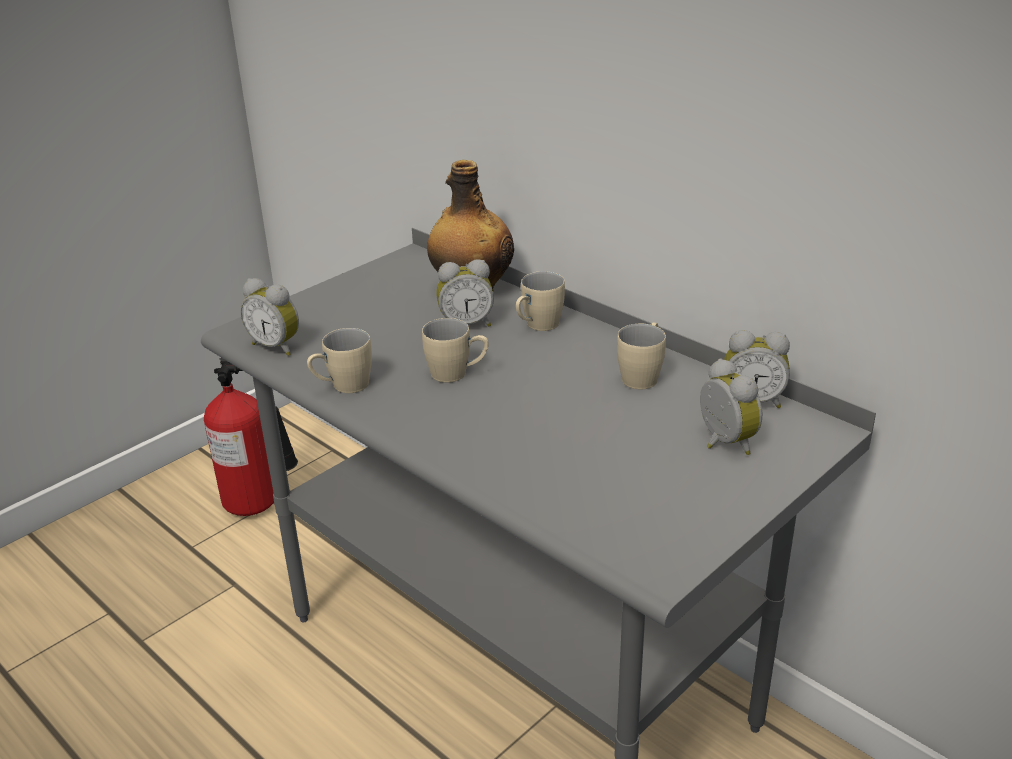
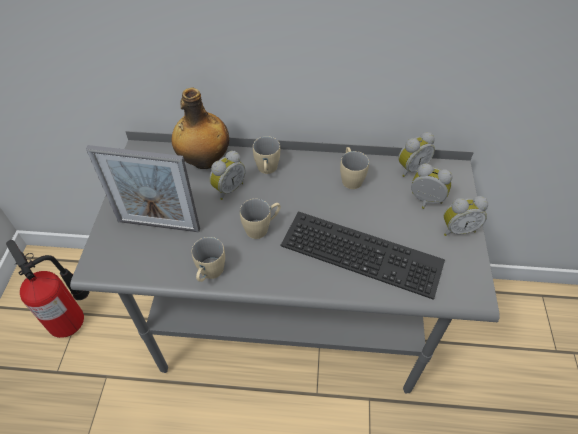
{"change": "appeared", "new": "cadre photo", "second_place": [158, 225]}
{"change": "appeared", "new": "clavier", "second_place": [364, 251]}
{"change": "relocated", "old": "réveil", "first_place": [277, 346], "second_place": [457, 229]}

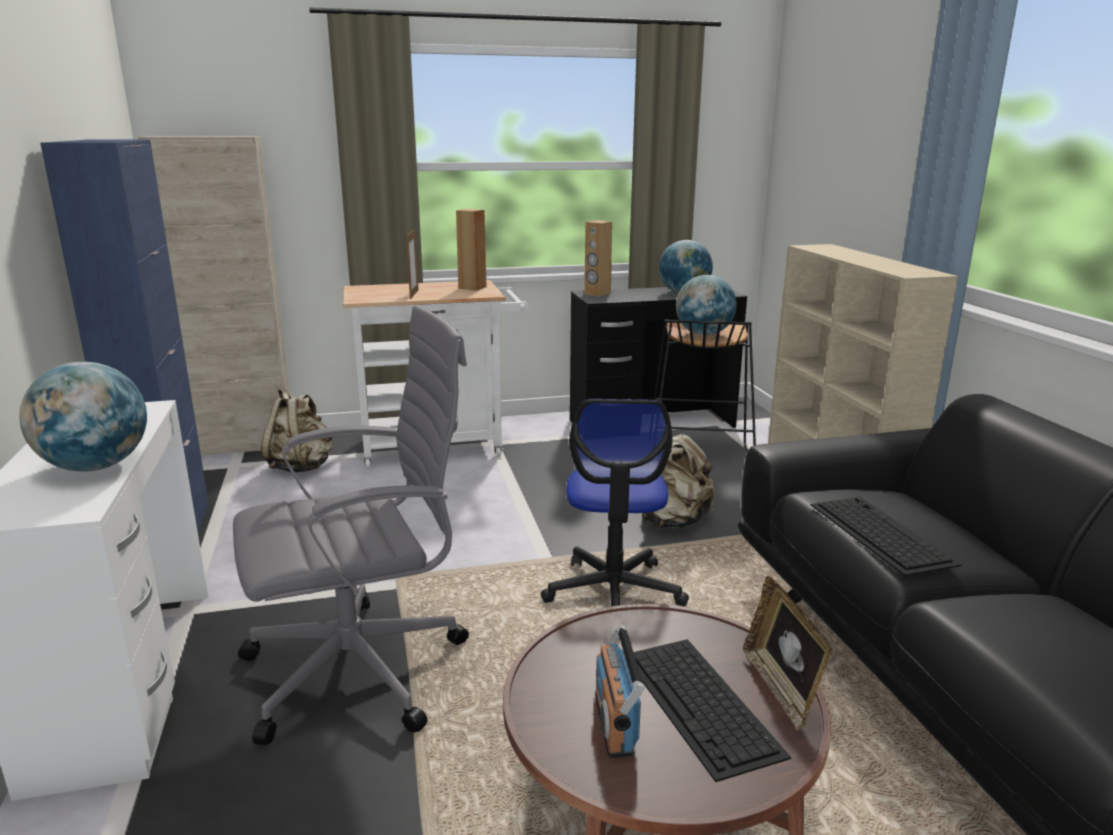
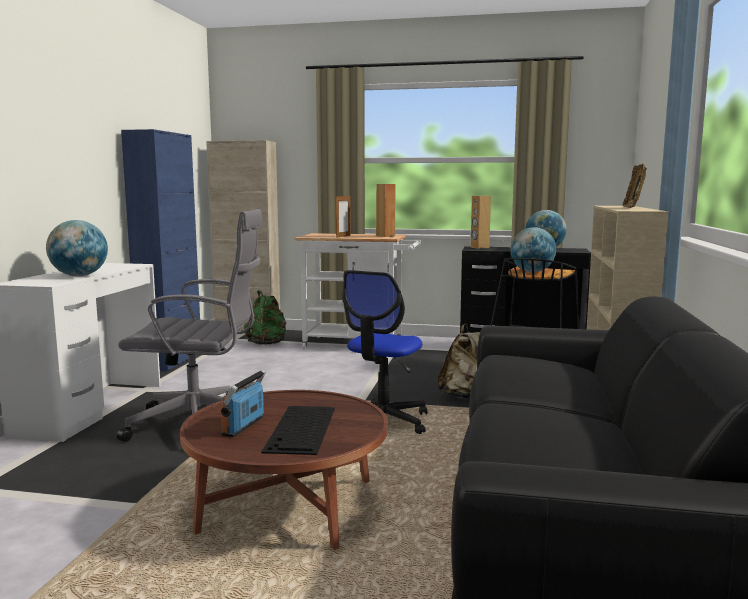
{"change": "missing", "old": "clavier", "first_place": [878, 532]}
{"change": "relocated", "old": "cadre photo", "first_place": [781, 688], "second_place": [633, 207]}
{"change": "colour", "old": "sac à dos (beige)", "new": "sac à dos (vert)", "first_place": [302, 467], "second_place": [268, 344]}

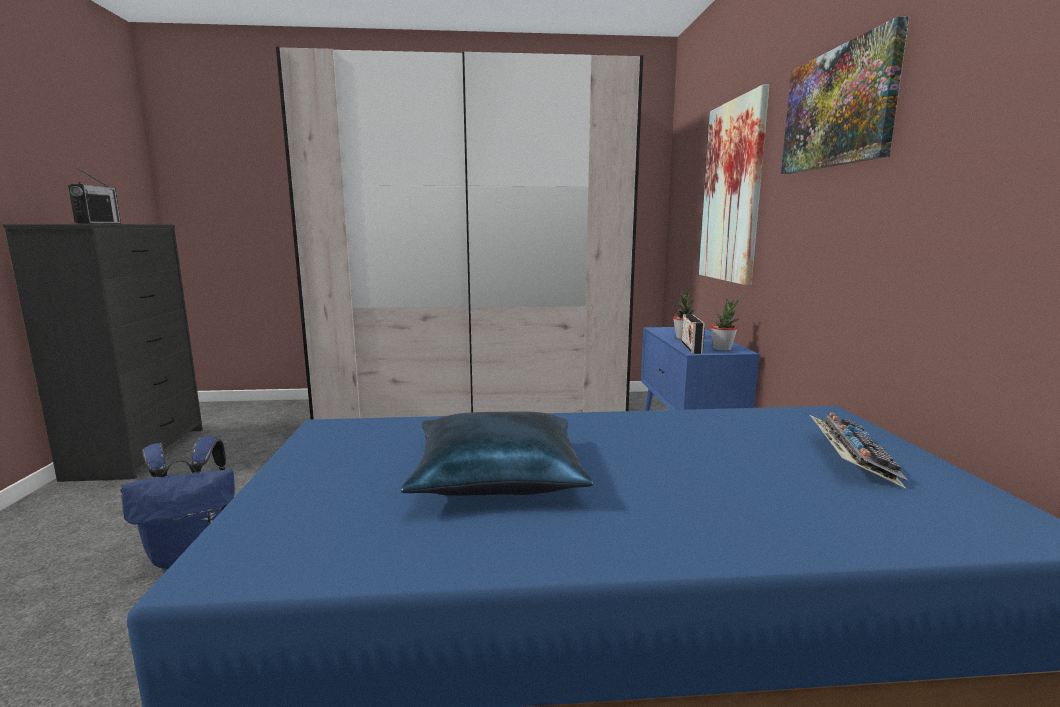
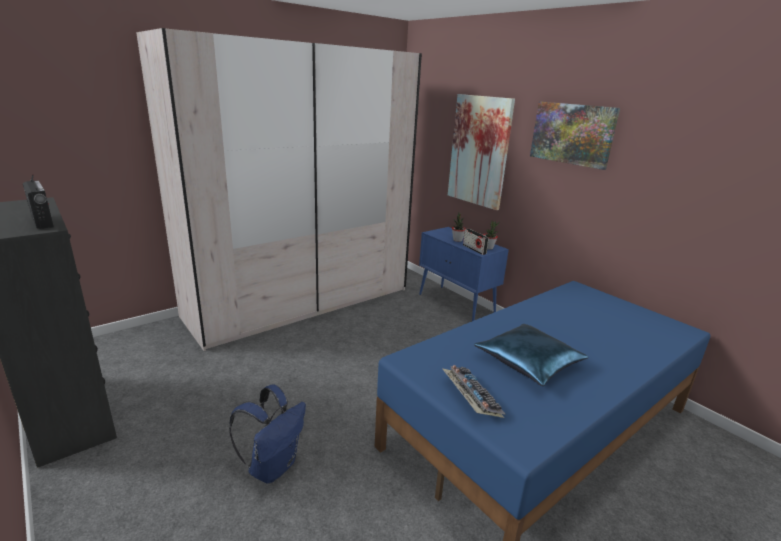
{"change": "relocated", "old": "clavier", "first_place": [849, 457], "second_place": [470, 396]}

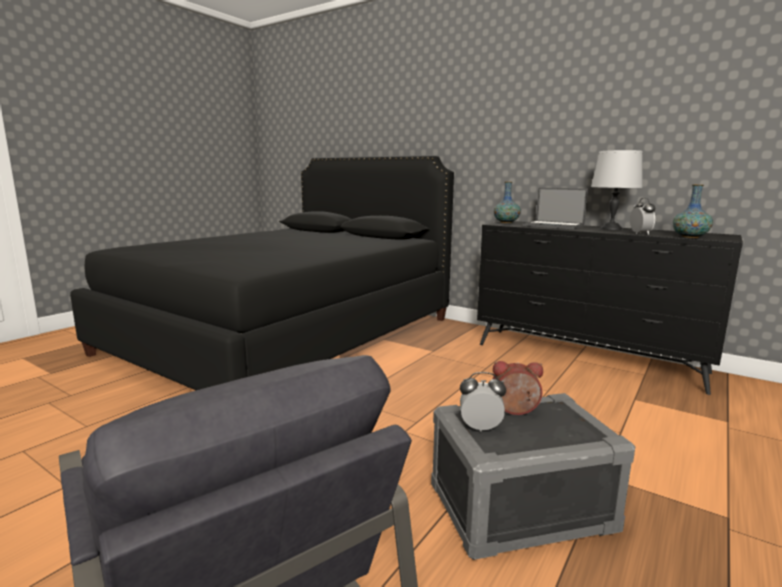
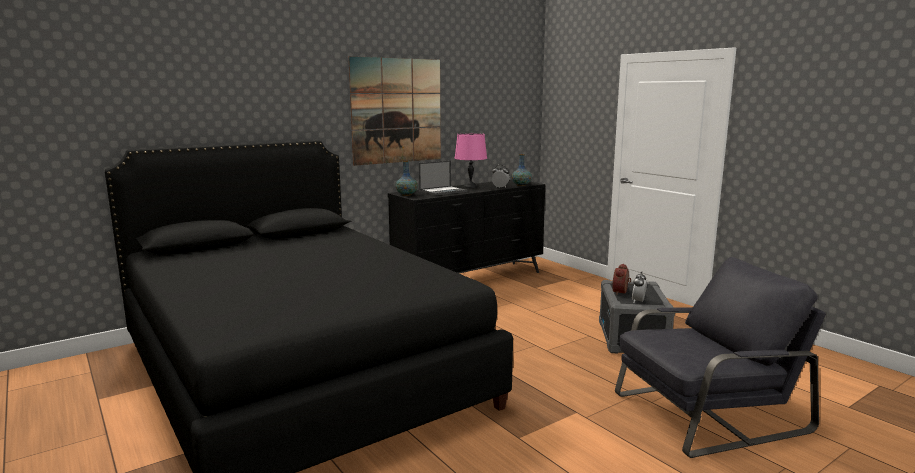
{"change": "appeared", "new": "tableau", "second_place": [397, 111]}
{"change": "colour", "old": "lampe de table (gris)", "new": "lampe de table (rose)", "first_place": [611, 228], "second_place": [470, 187]}

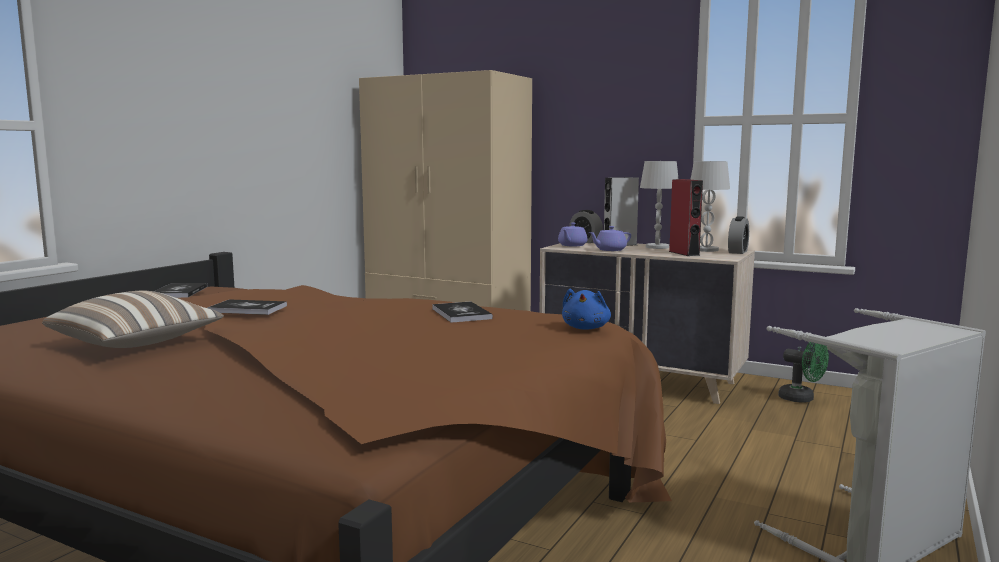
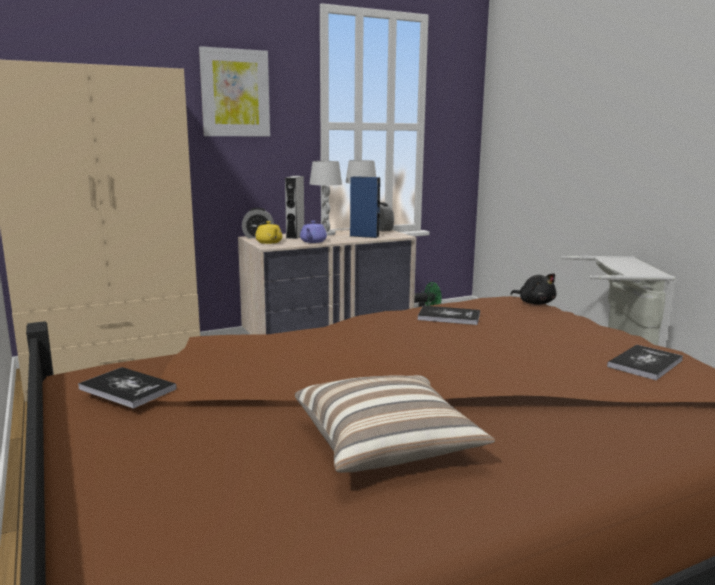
{"change": "appeared", "new": "tableau", "second_place": [235, 93]}
{"change": "relocated", "old": "livre", "first_place": [248, 309], "second_place": [645, 363]}
{"change": "colour", "old": "théière (violet)", "new": "théière (jaune)", "first_place": [572, 245], "second_place": [269, 242]}
{"change": "colour", "old": "peluche (bleu)", "new": "peluche (noir)", "first_place": [586, 328], "second_place": [535, 303]}
{"change": "colour", "old": "enceinte (rouge)", "new": "enceinte (bleu)", "first_place": [684, 253], "second_place": [364, 236]}

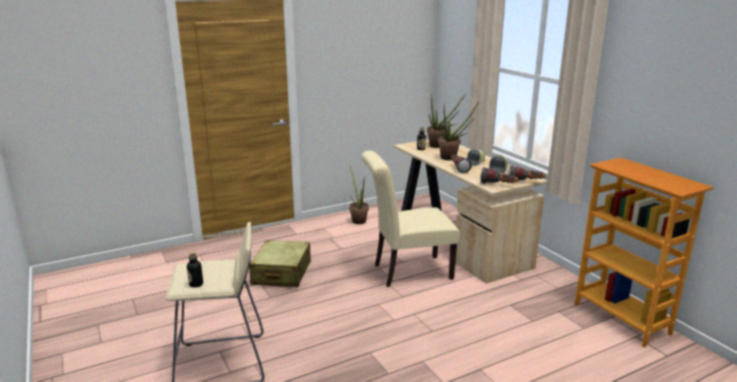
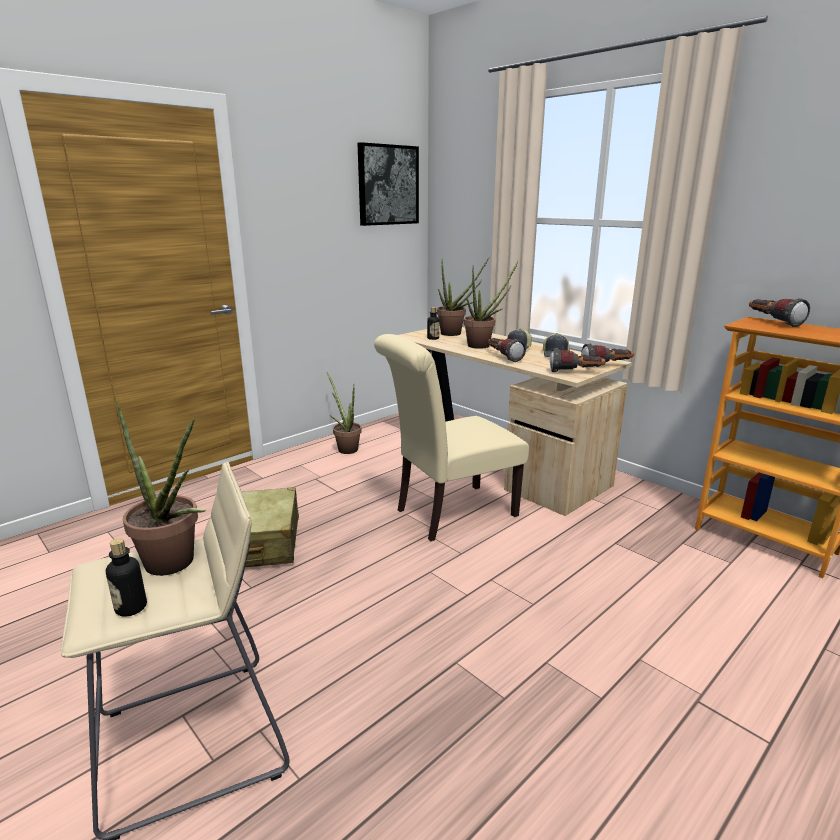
{"change": "appeared", "new": "plante en pot", "second_place": [175, 566]}
{"change": "appeared", "new": "tableau", "second_place": [388, 185]}
{"change": "appeared", "new": "lampe de poche", "second_place": [772, 322]}

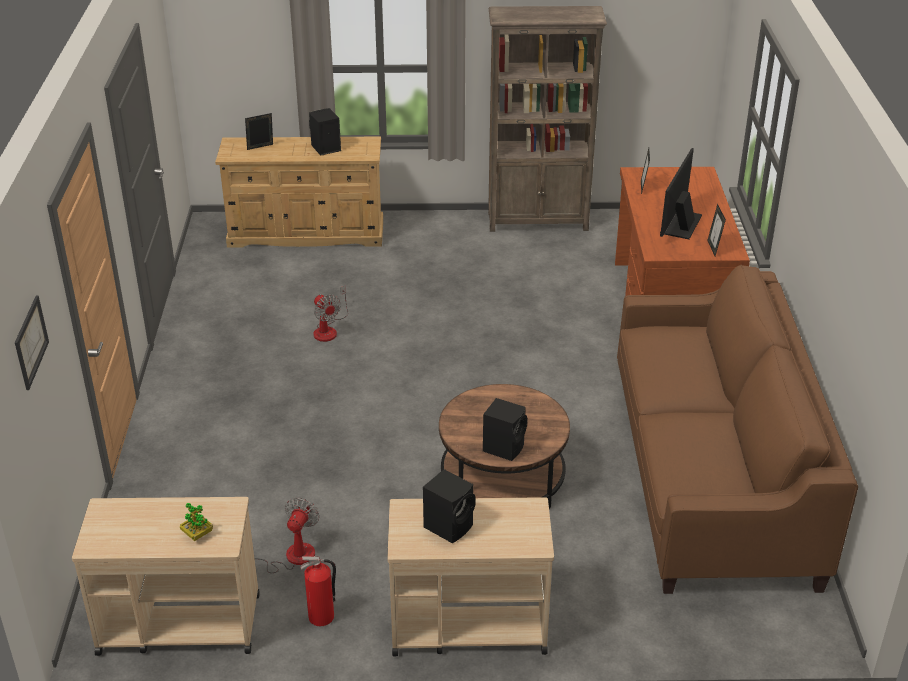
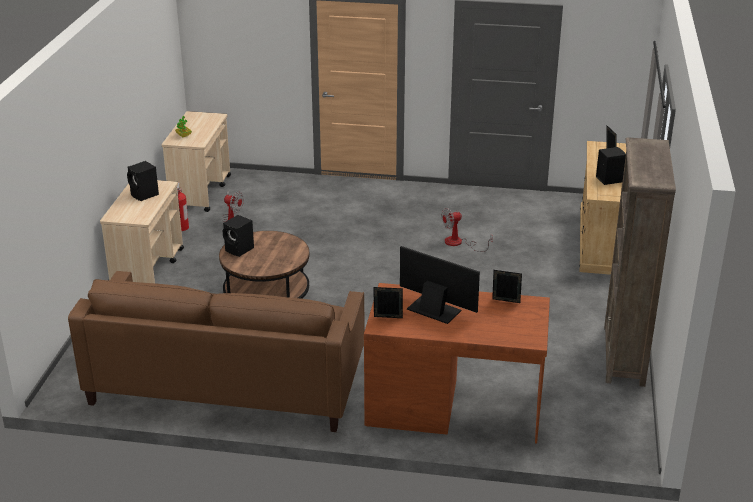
{"change": "missing", "old": "tableau", "first_place": [30, 342]}

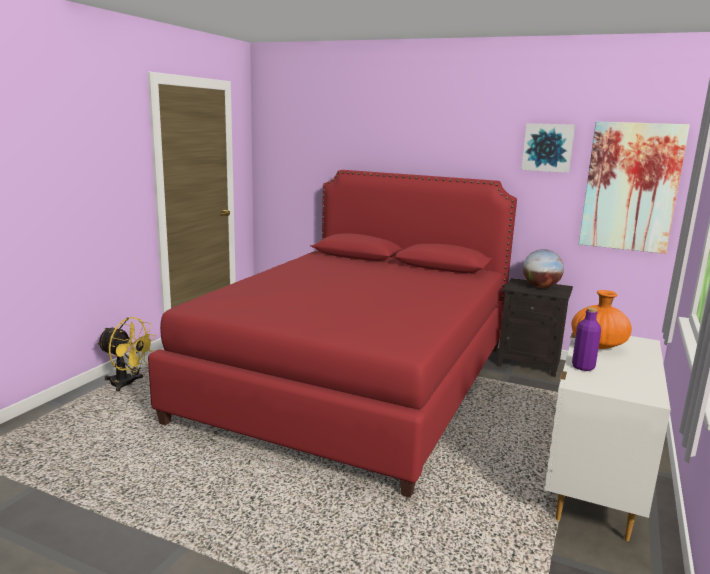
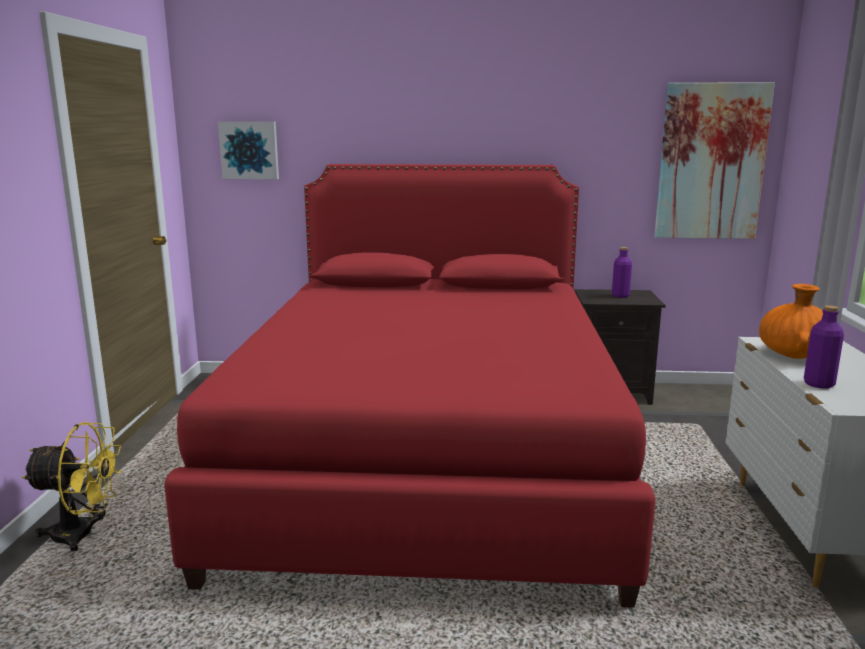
{"change": "relocated", "old": "tableau", "first_place": [548, 147], "second_place": [249, 150]}
{"change": "exchanged", "old": "globe", "new": "bouteille (violet)", "first_place": [540, 287], "second_place": [620, 296]}

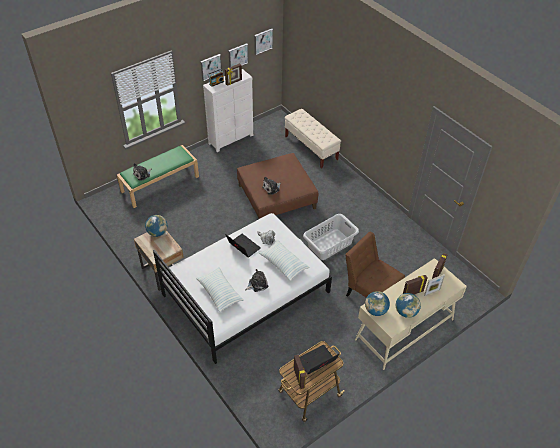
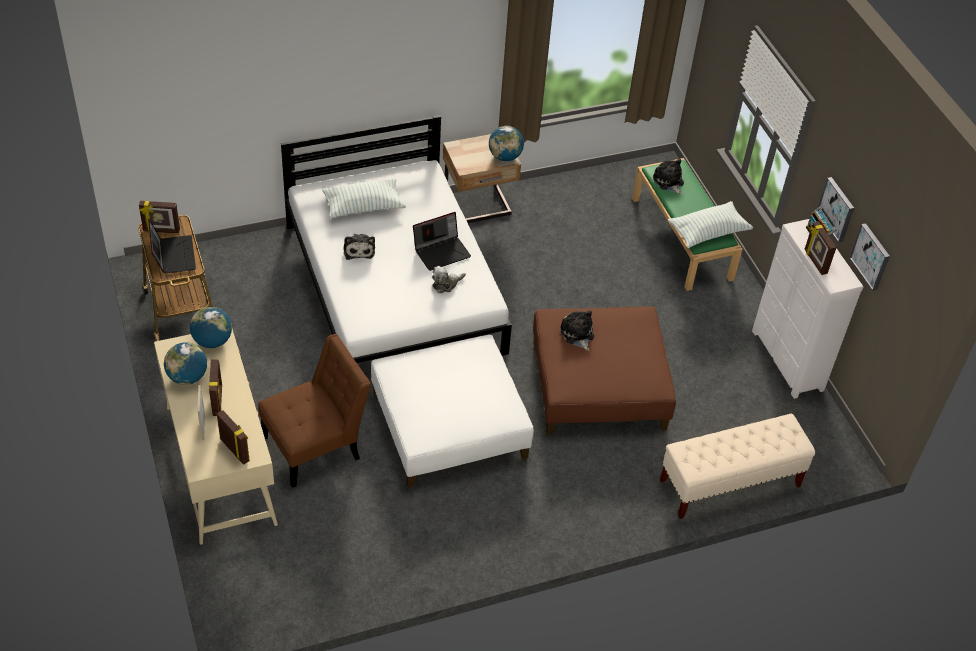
{"change": "missing", "old": "tableau", "first_place": [263, 41]}
{"change": "relocated", "old": "coussin", "first_place": [283, 264], "second_place": [708, 232]}
{"change": "exchanged", "old": "panier à linge (gris)", "new": "pouf (blanc)", "first_place": [329, 244], "second_place": [449, 425]}

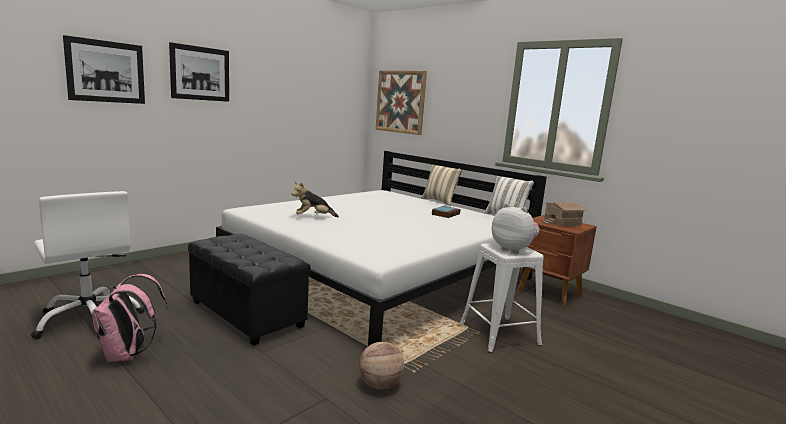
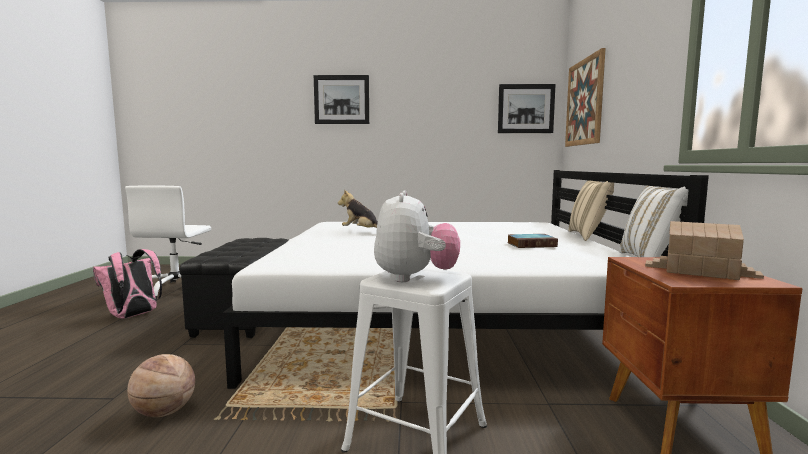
{"change": "relocated", "old": "tableau", "first_place": [106, 71], "second_place": [526, 108]}

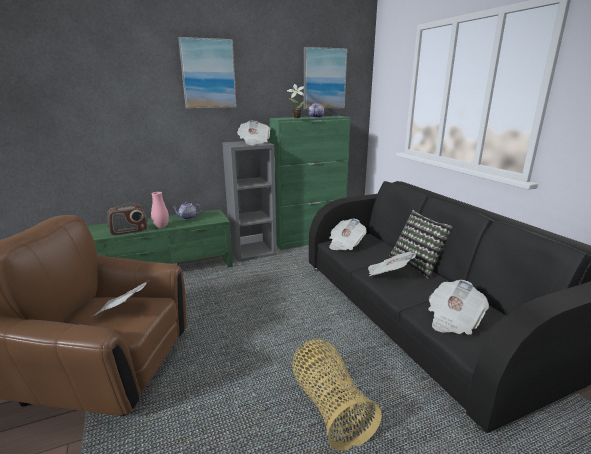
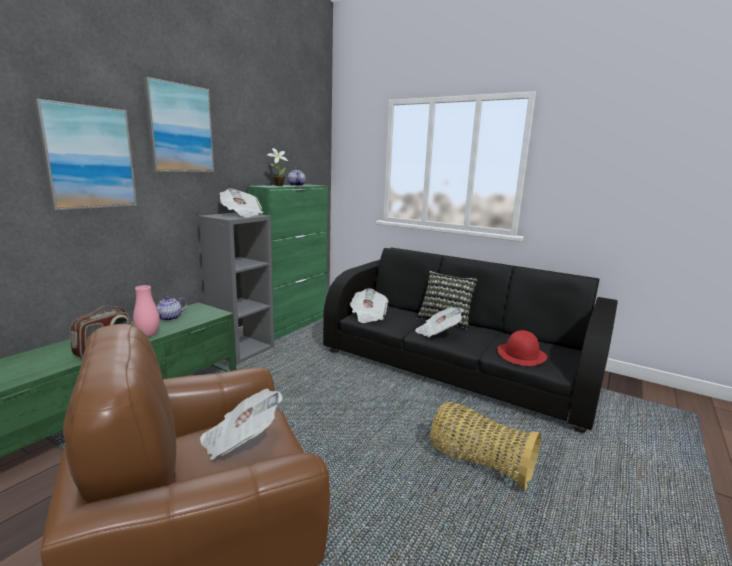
{"change": "relocated", "old": "tableau", "first_place": [324, 79], "second_place": [89, 157]}
{"change": "exchanged", "old": "journal", "new": "chapeau (rouge)", "first_place": [452, 320], "second_place": [521, 354]}

